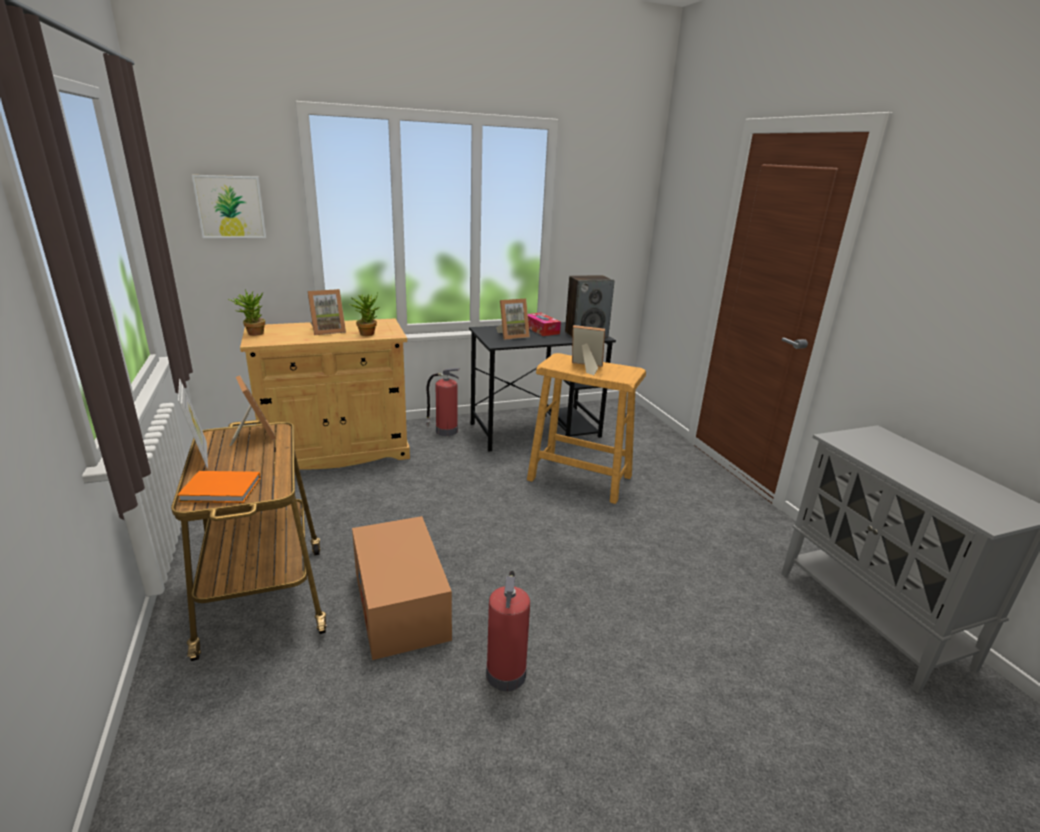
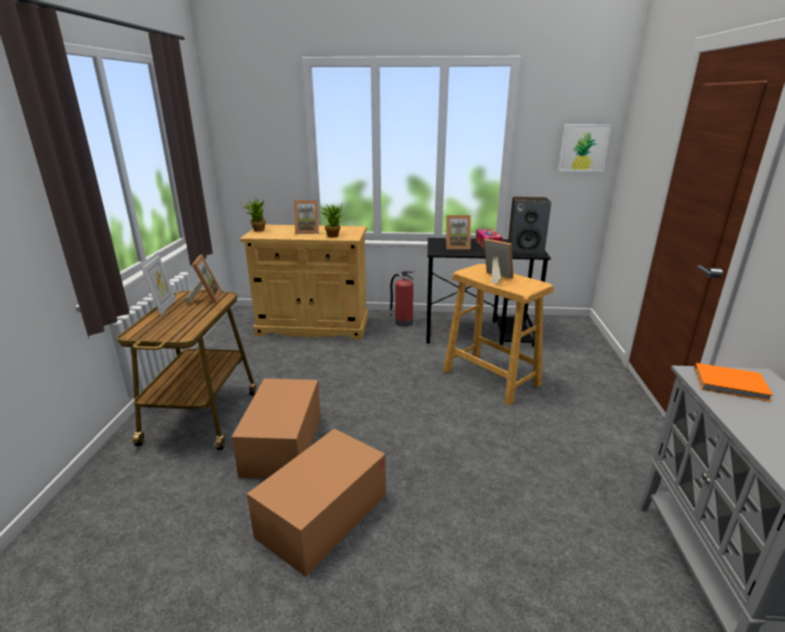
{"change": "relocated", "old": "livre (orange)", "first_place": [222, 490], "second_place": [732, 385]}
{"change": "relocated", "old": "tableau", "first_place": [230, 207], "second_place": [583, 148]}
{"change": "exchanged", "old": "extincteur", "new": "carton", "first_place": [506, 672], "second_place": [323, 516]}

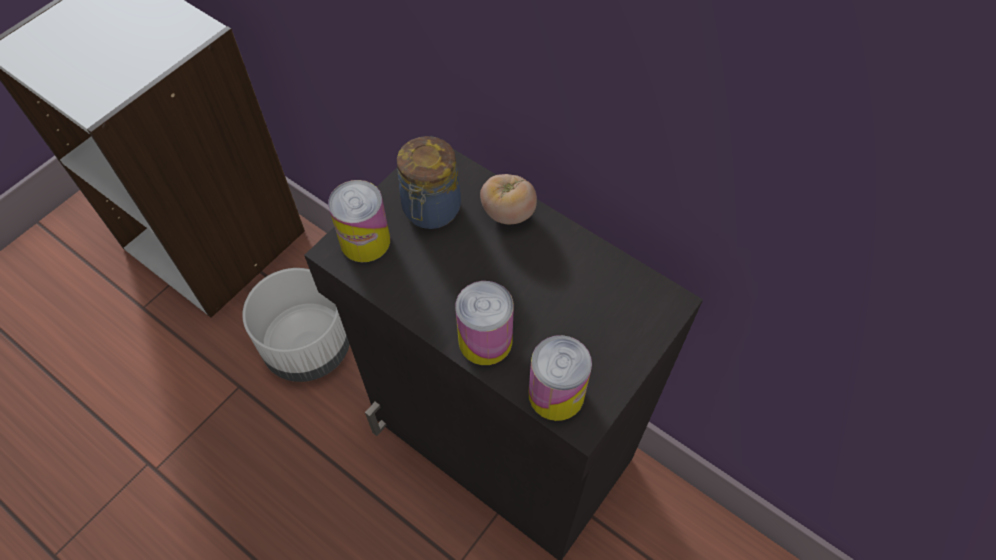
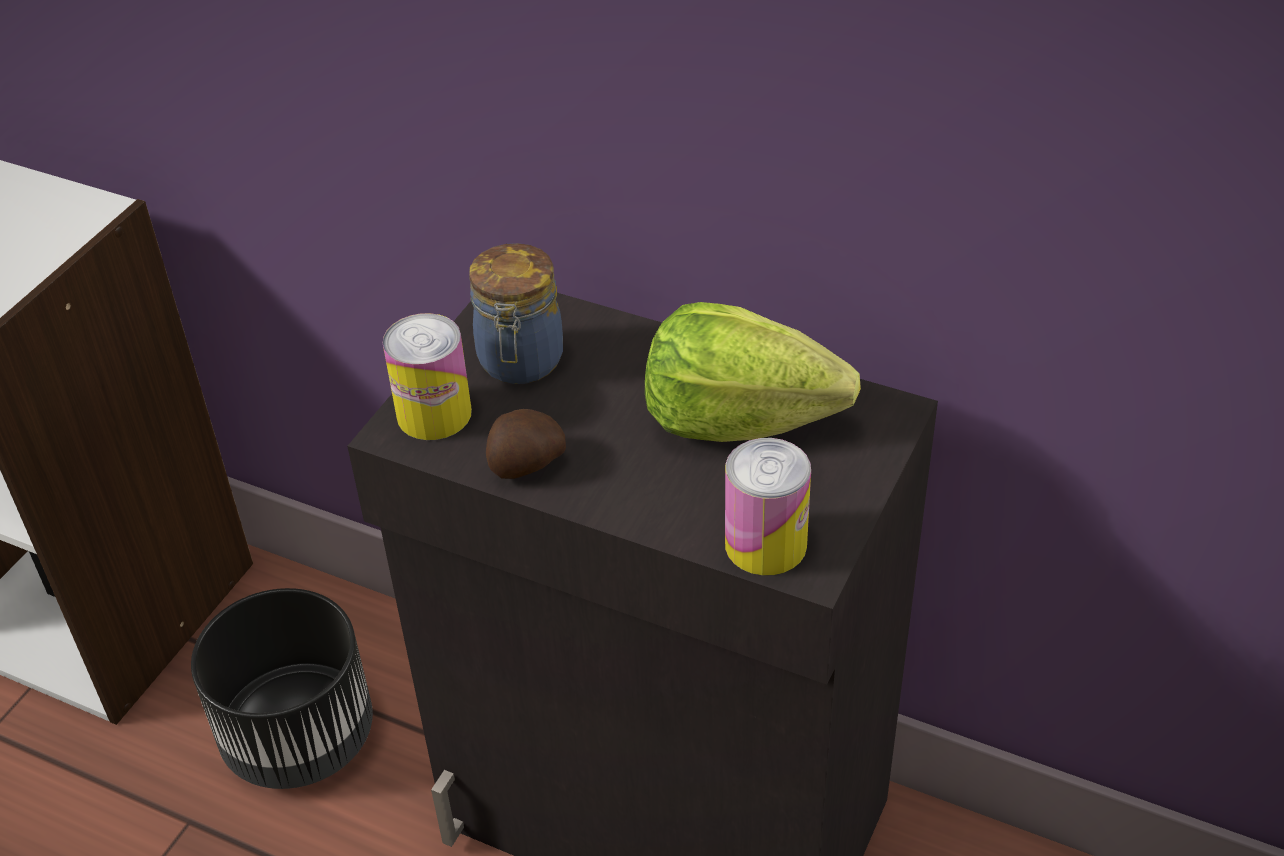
{"change": "missing", "old": "boîte métallique", "first_place": [485, 340]}
{"change": "missing", "old": "tomate", "first_place": [508, 213]}
{"change": "appeared", "new": "pomme de terre", "second_place": [525, 465]}
{"change": "appeared", "new": "laitue", "second_place": [738, 419]}
{"change": "colour", "old": "cache-pot (blanc)", "new": "cache-pot (noir)", "first_place": [307, 346], "second_place": [298, 737]}

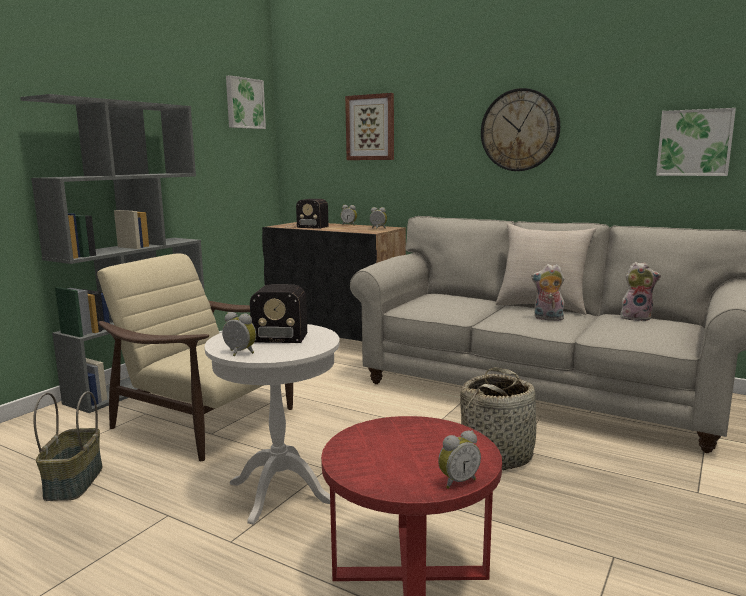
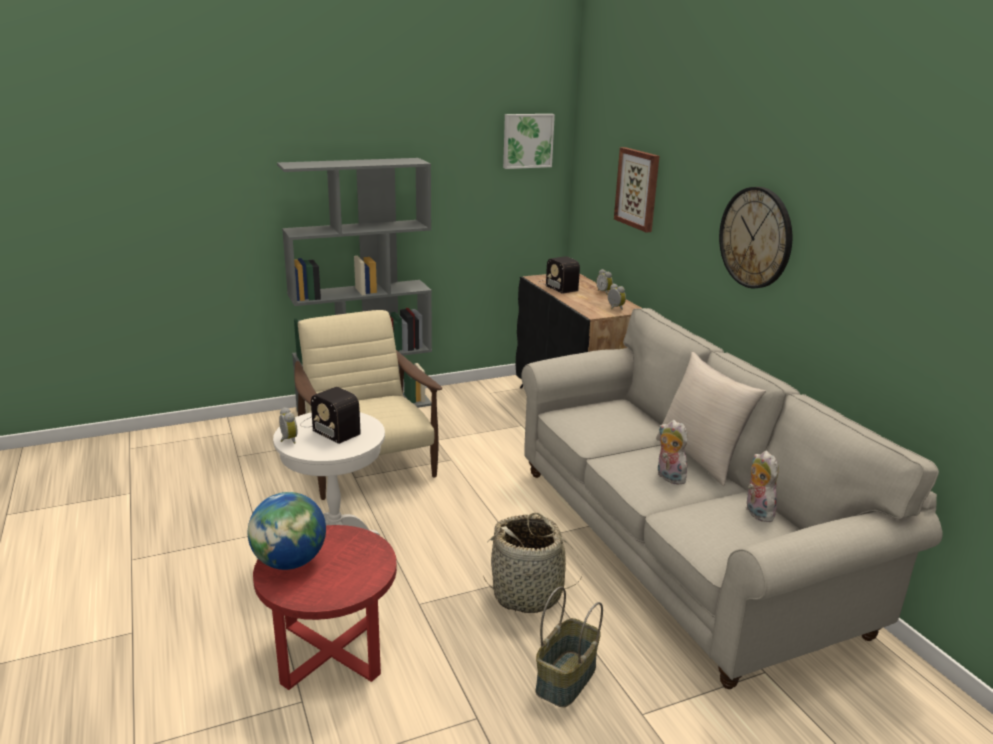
{"change": "missing", "old": "réveil", "first_place": [457, 481]}
{"change": "missing", "old": "tableau", "first_place": [694, 143]}
{"change": "appeared", "new": "globe", "second_place": [290, 562]}
{"change": "relocated", "old": "panier", "first_place": [75, 482], "second_place": [567, 680]}
{"change": "spun", "old": "peluche", "first_place": [636, 317], "second_place": [756, 512], "degrees": -150}

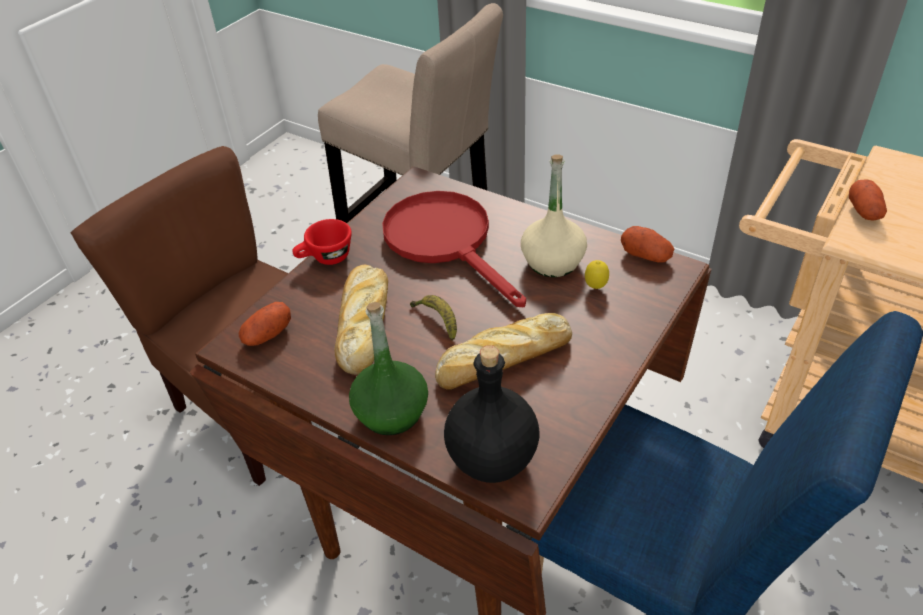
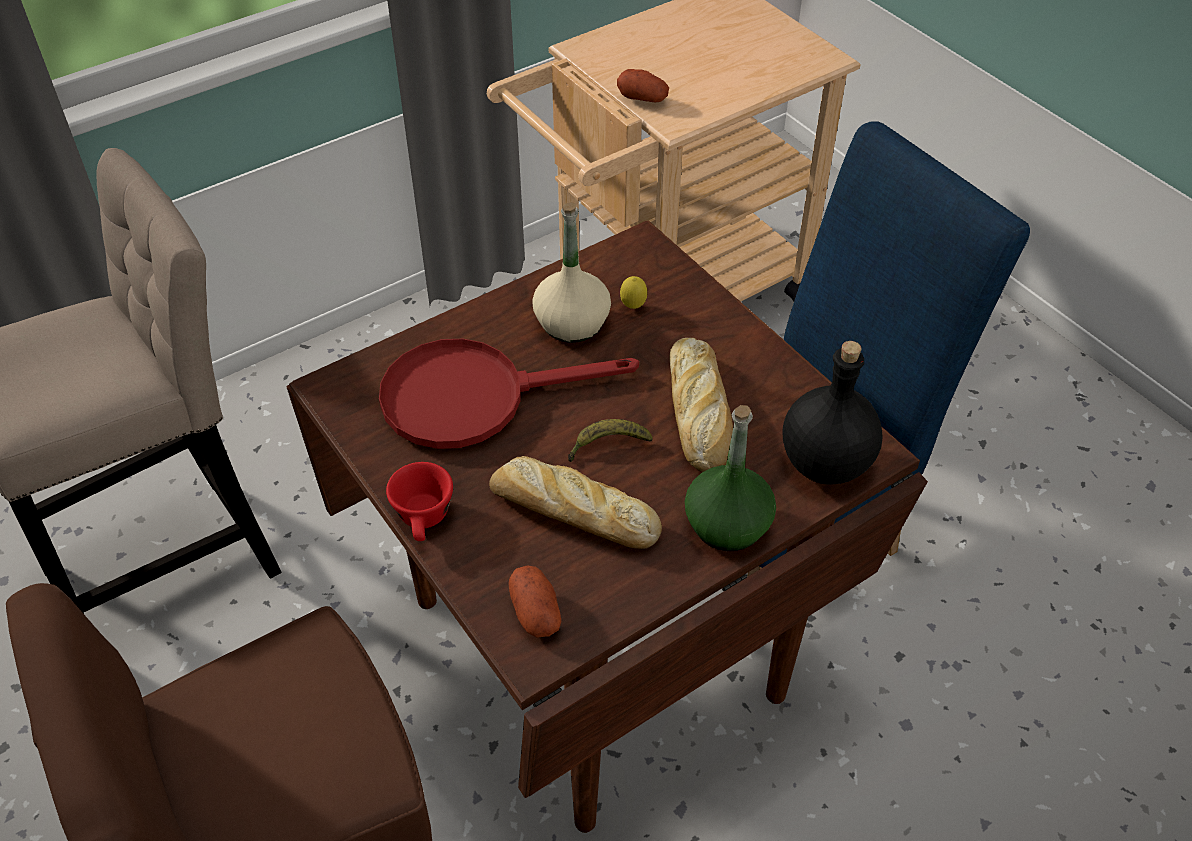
{"change": "missing", "old": "pomme de terre", "first_place": [646, 255]}

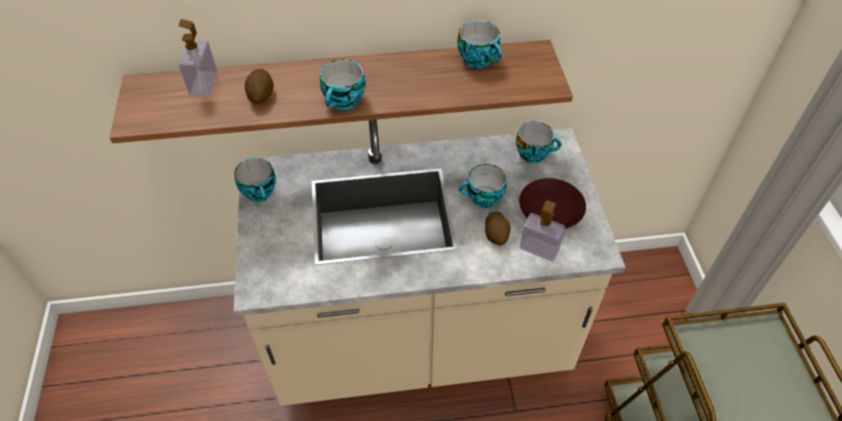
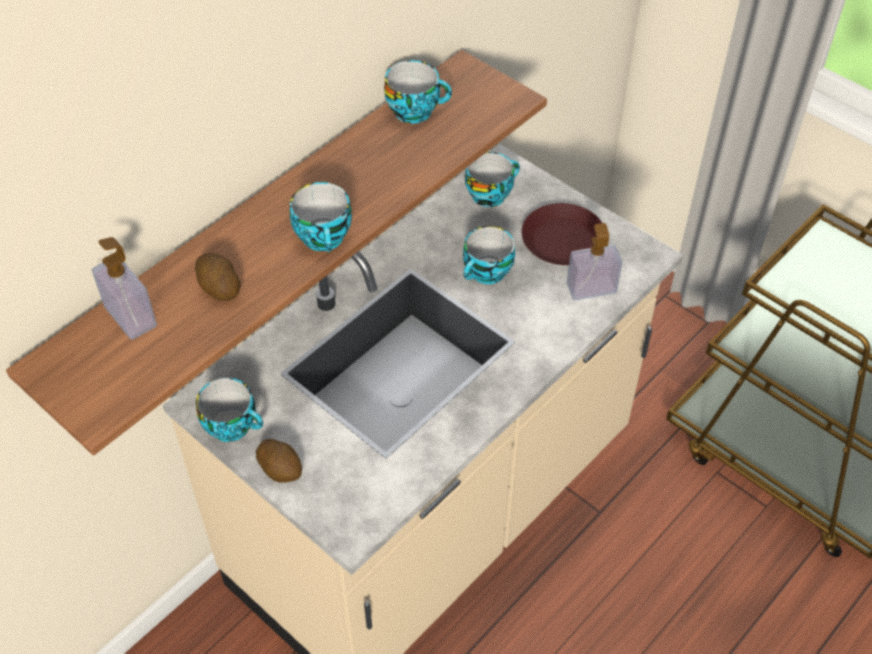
{"change": "relocated", "old": "pomme de terre", "first_place": [496, 235], "second_place": [281, 469]}

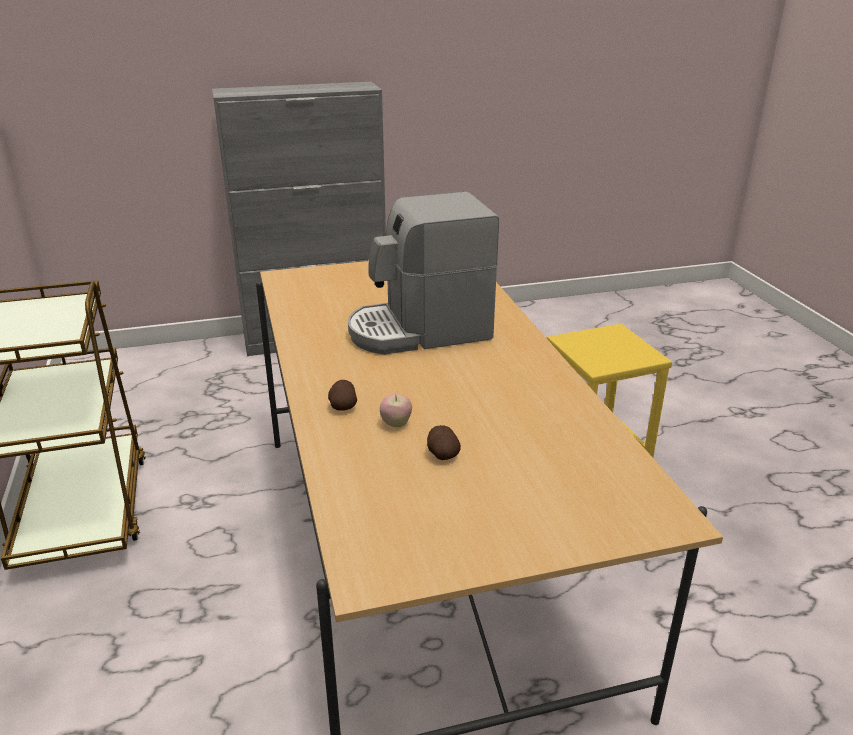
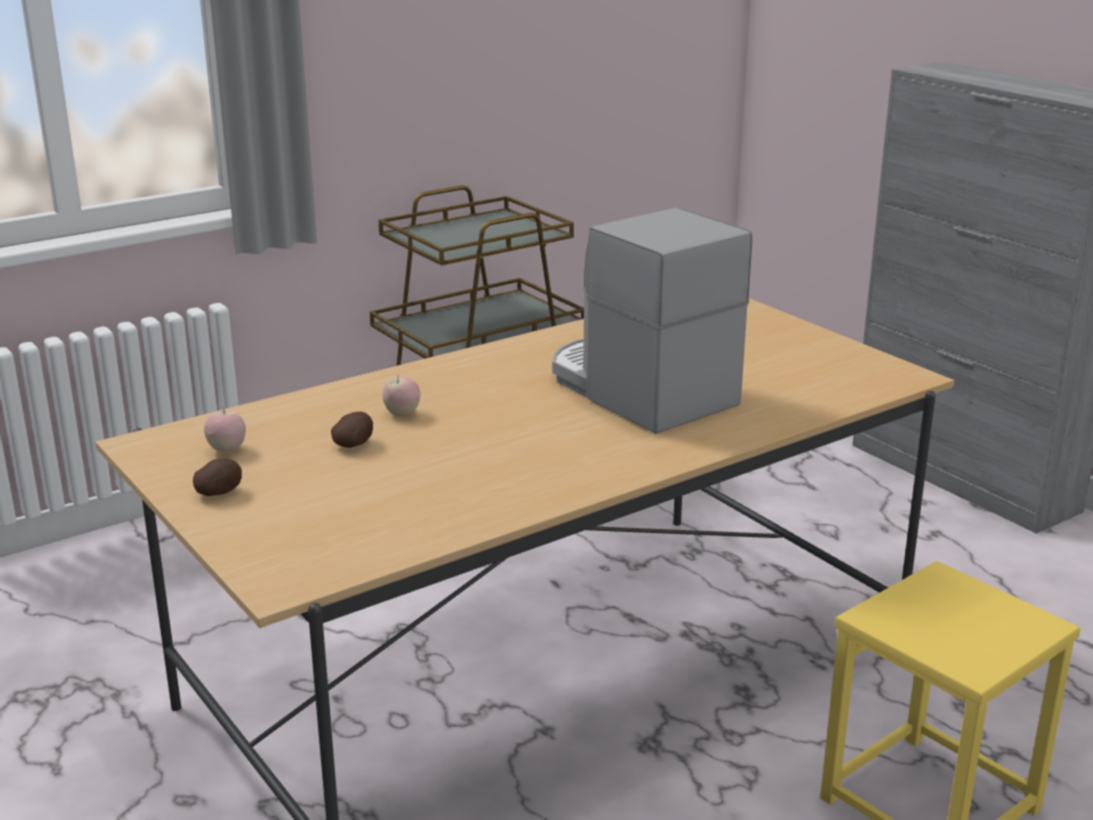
{"change": "appeared", "new": "pomme", "second_place": [227, 450]}
{"change": "relocated", "old": "pomme de terre", "first_place": [343, 406], "second_place": [219, 493]}

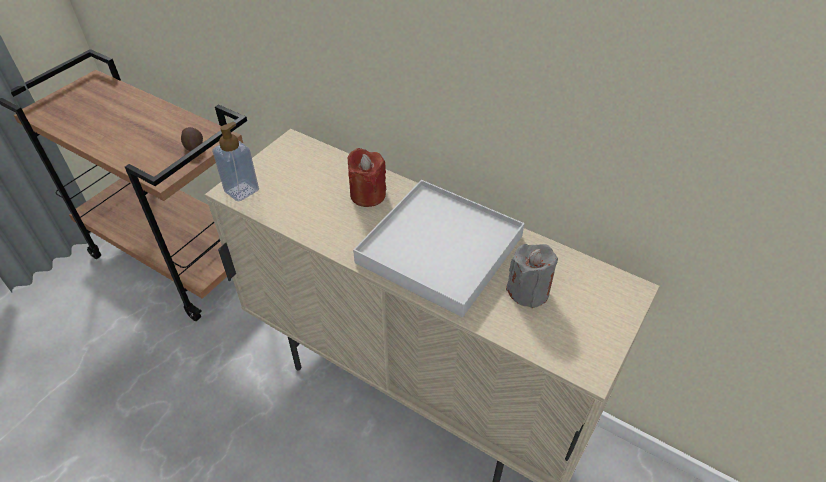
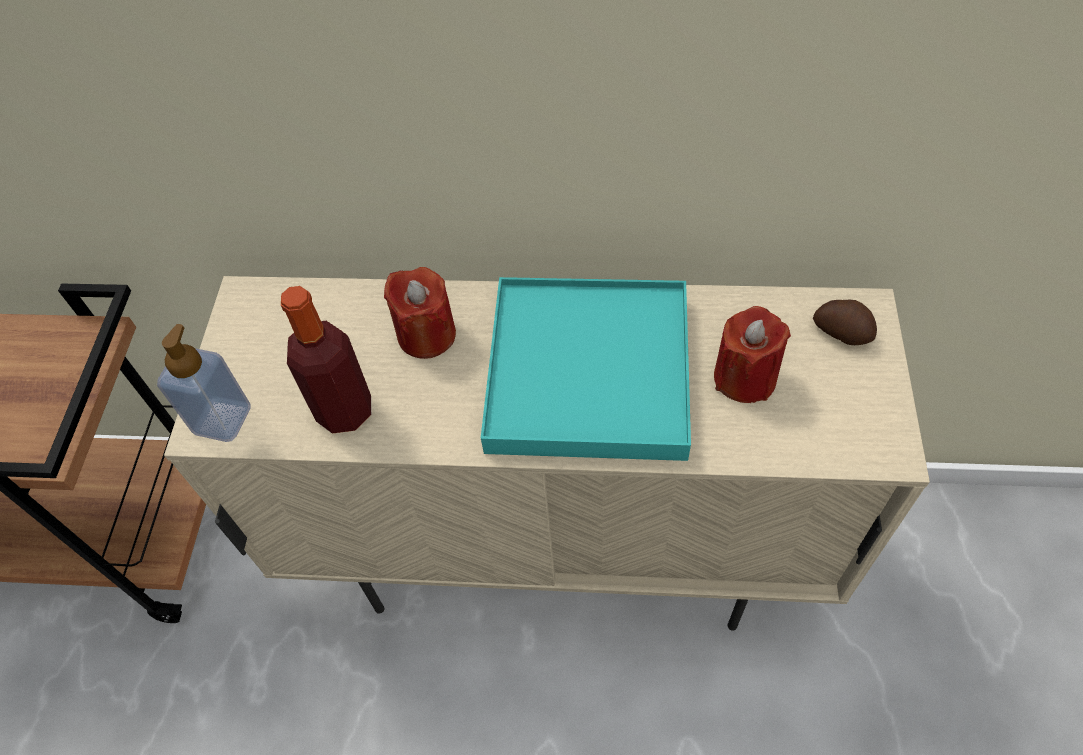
{"change": "appeared", "new": "bouteille", "second_place": [344, 411]}
{"change": "relocated", "old": "pomme de terre", "first_place": [194, 145], "second_place": [842, 331]}
{"change": "colour", "old": "plateau (blanc)", "new": "plateau (turquoise)", "first_place": [439, 249], "second_place": [588, 372]}
{"change": "colour", "old": "bougie (gris)", "new": "bougie (rouge)", "first_place": [528, 291], "second_place": [744, 377]}

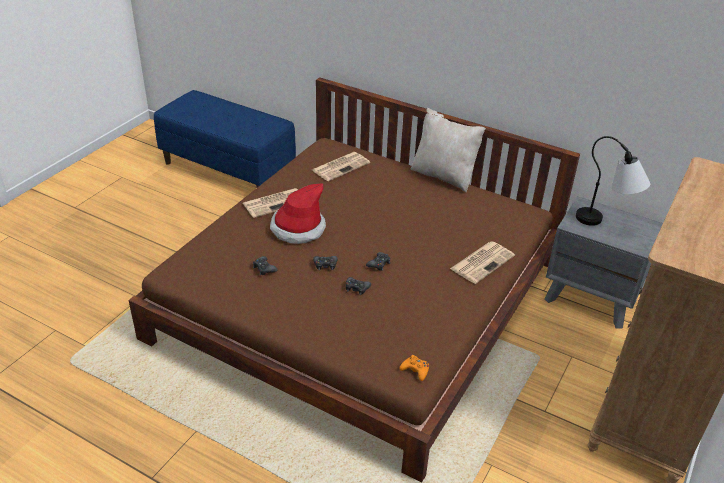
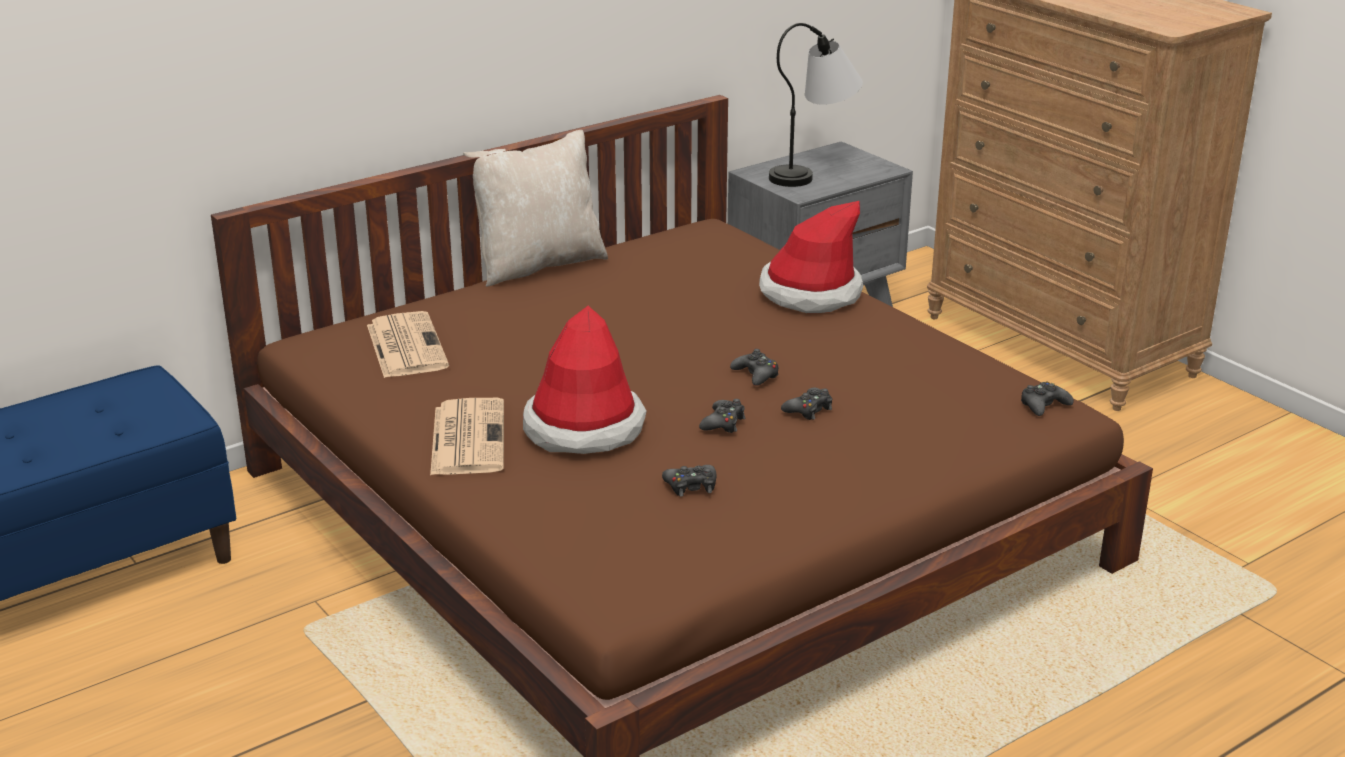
{"change": "exchanged", "old": "journal", "new": "chapeau", "first_place": [482, 262], "second_place": [810, 293]}
{"change": "colour", "old": "manette (orange)", "new": "manette (noir)", "first_place": [415, 370], "second_place": [1044, 405]}

